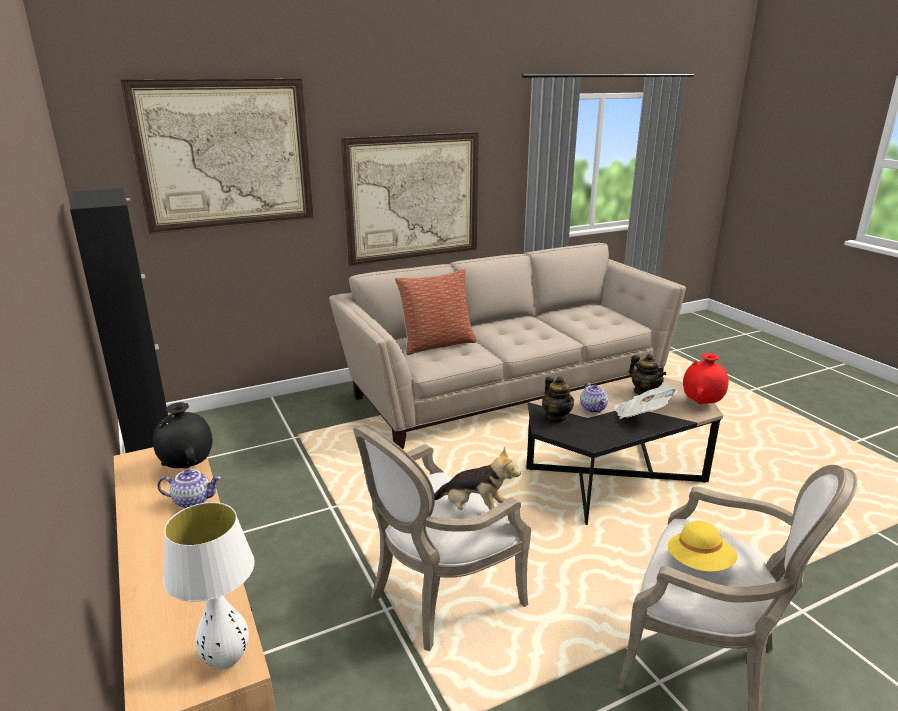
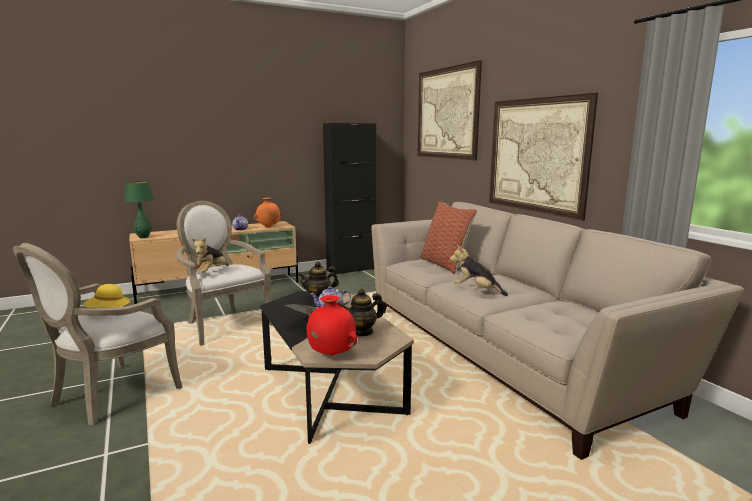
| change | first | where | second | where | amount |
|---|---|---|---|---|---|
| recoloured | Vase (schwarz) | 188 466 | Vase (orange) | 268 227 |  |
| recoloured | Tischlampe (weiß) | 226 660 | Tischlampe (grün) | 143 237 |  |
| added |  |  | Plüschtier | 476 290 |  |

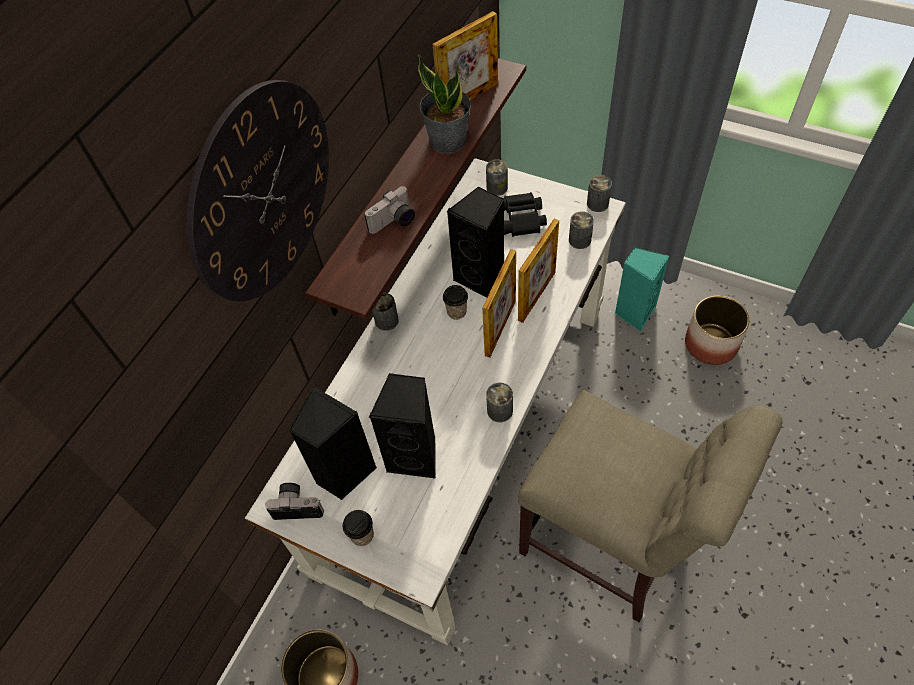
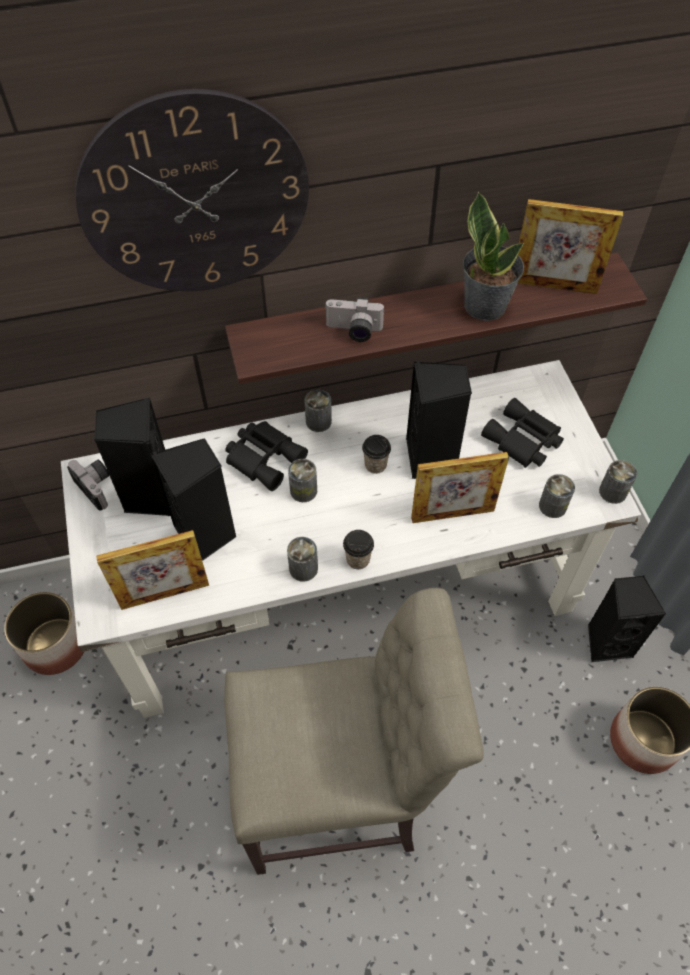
| change | first | where | second | where | amount |
|---|---|---|---|---|---|
| moved | Tasse | 362 535 |  | 358 559 |  |
| moved | Bilderrahmen | 500 328 |  | 165 594 |  |
| moved | Dose | 497 187 |  | 303 490 |  |
| turned | Stuhl (beige) | 612 545 |  | 340 793 | 90 degrees counterclockwise |
| recoloured | Lautsprecher (türkis) | 634 312 | Lautsprecher (schwarz) | 607 642 |  |
| added |  |  | Fernglas (schwarz) | 265 457 |  |

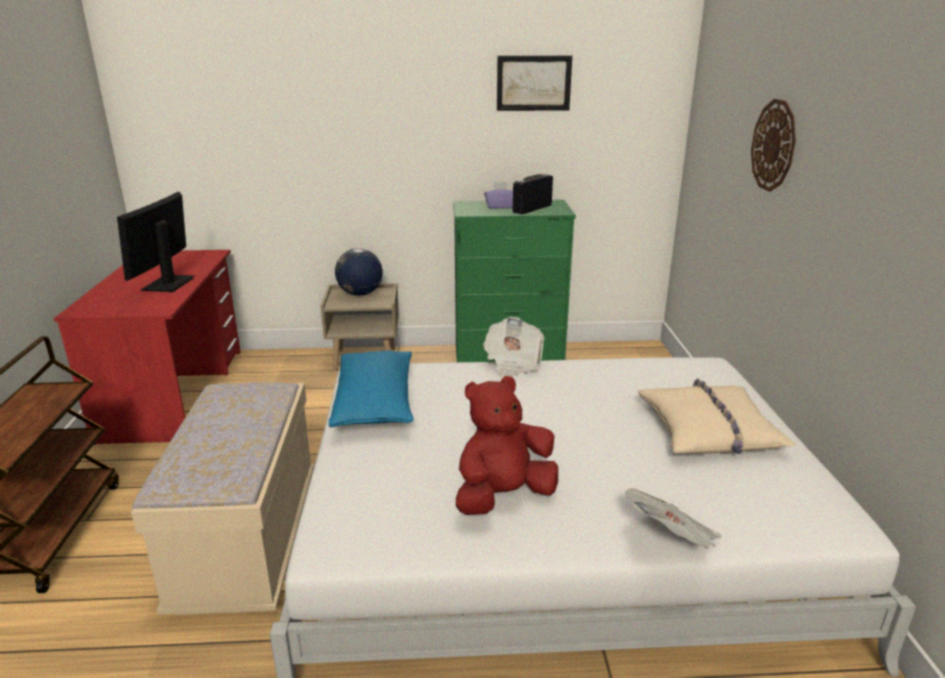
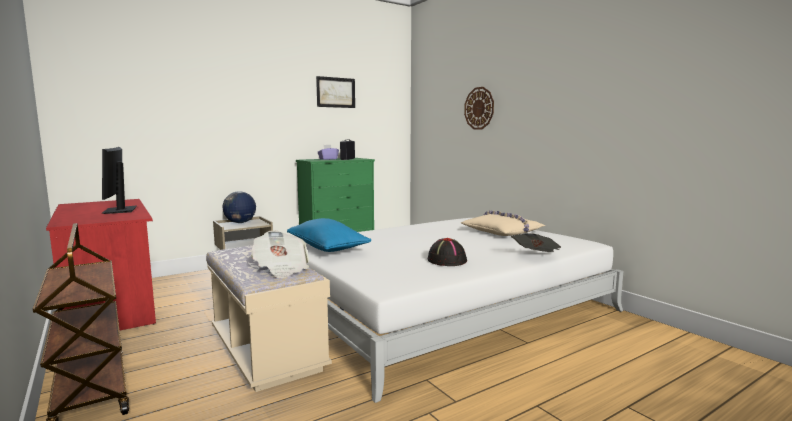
| change | first | where | second | where | amount |
|---|---|---|---|---|---|
| replaced | Plüschtier (rot) | 503 496 | Hut (schwarz) | 446 260 |  |
| moved | Zeitung | 513 363 |  | 281 269 |  |

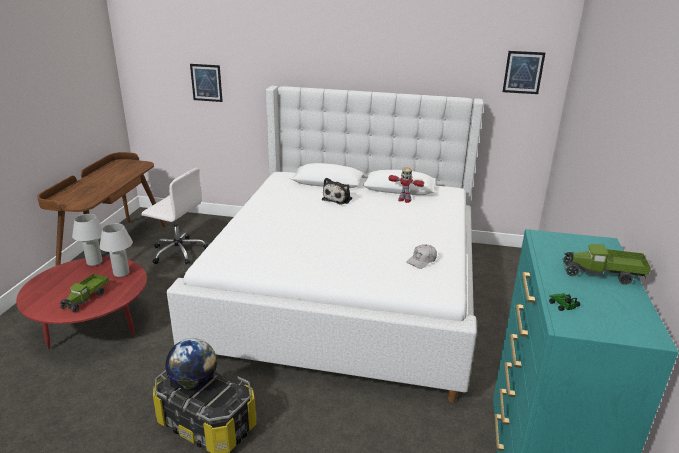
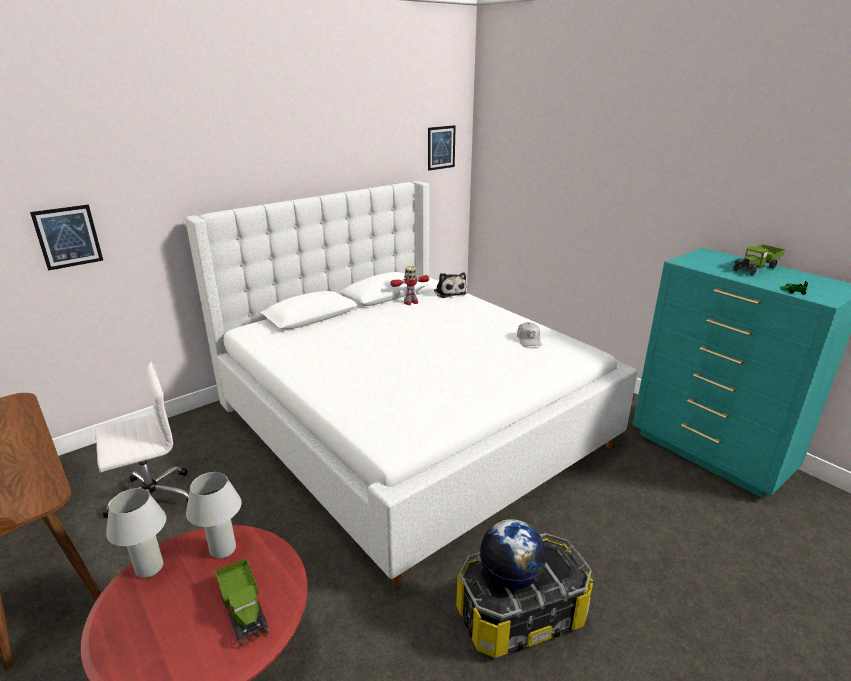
| change | first | where | second | where | amount |
|---|---|---|---|---|---|
| moved | Plüschtier | 338 199 |  | 449 292 |  |

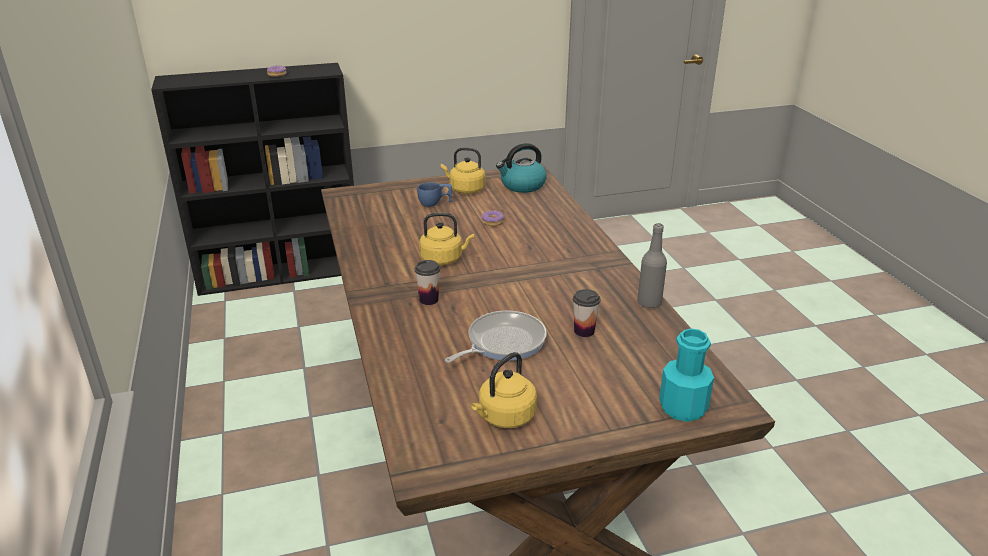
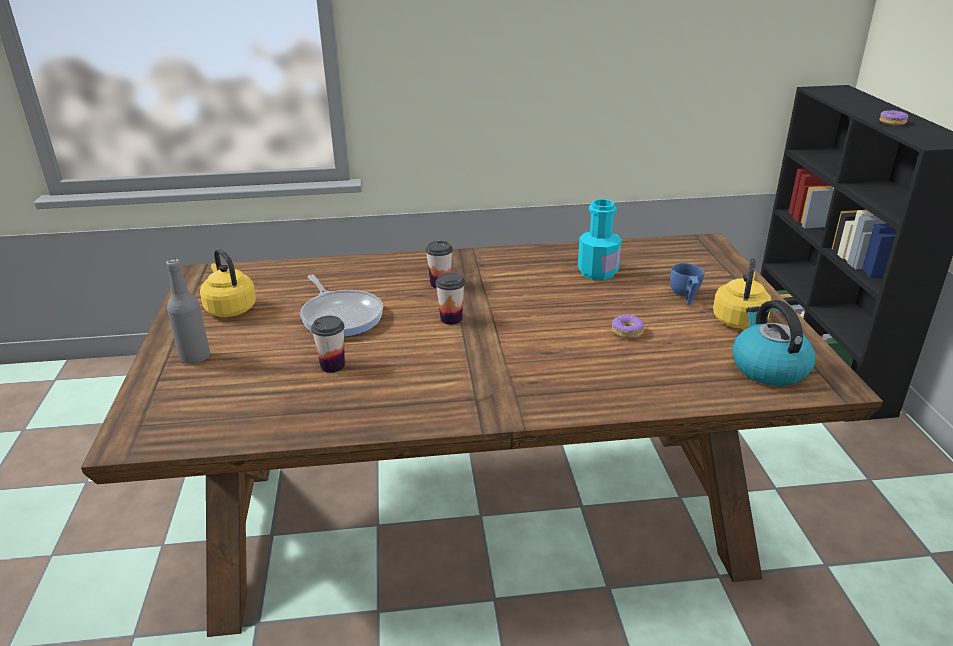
| change | first | where | second | where | amount |
|---|---|---|---|---|---|
| removed | Wasserkessel (gelb) | 444 259 |  |  |  |
| moved | Flasche (grau) | 649 303 |  | 195 357 |  |
| moved | Flasche (türkis) | 682 408 |  | 597 272 |  |
| added |  |  | Tasse | 451 319 |  |

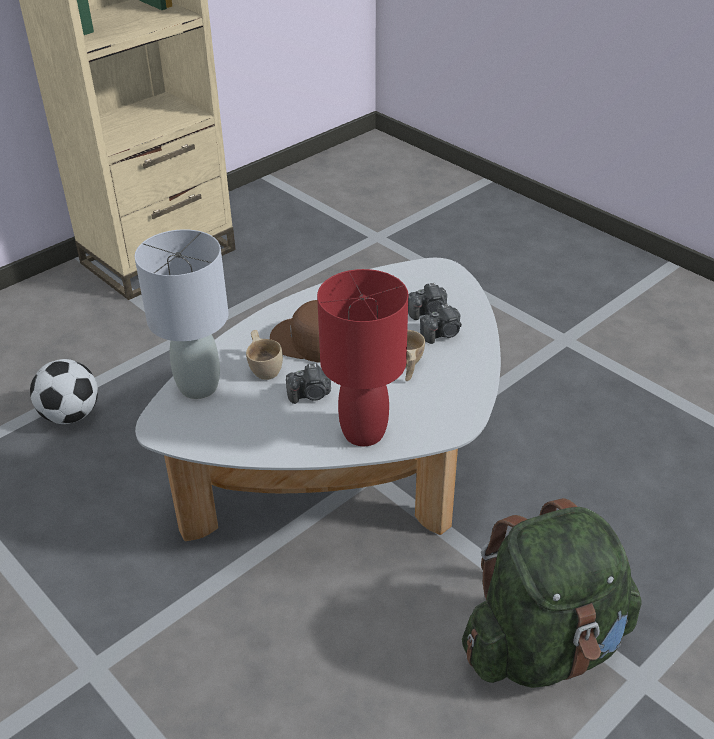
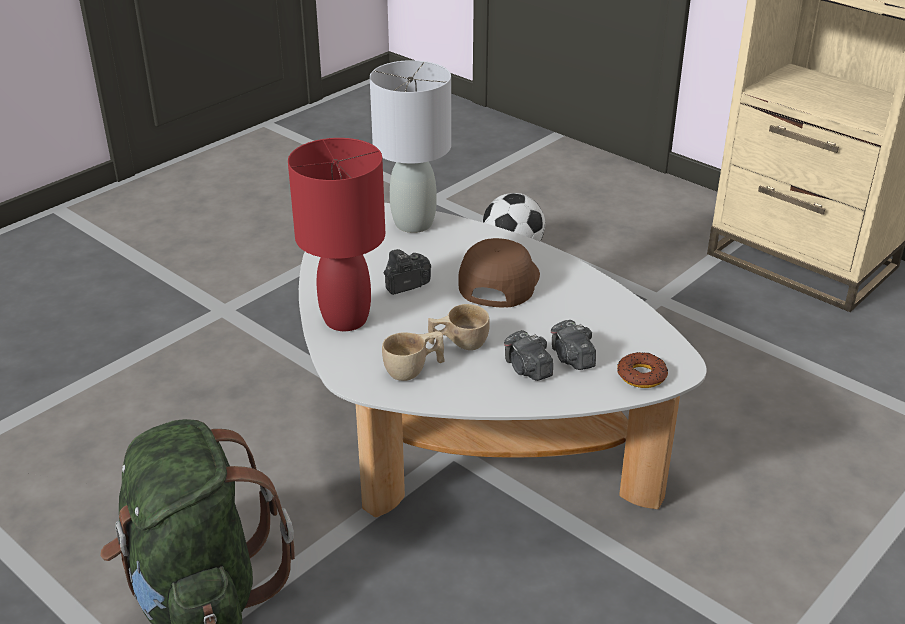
| change | first | where | second | where | amount |
|---|---|---|---|---|---|
| moved | Tasse (beige) | 264 367 |  | 414 370 |  |
| turned | Kamera | 311 395 |  | 405 285 | 75 degrees clockwise |
| added |  |  | Donut | 642 375 |  |

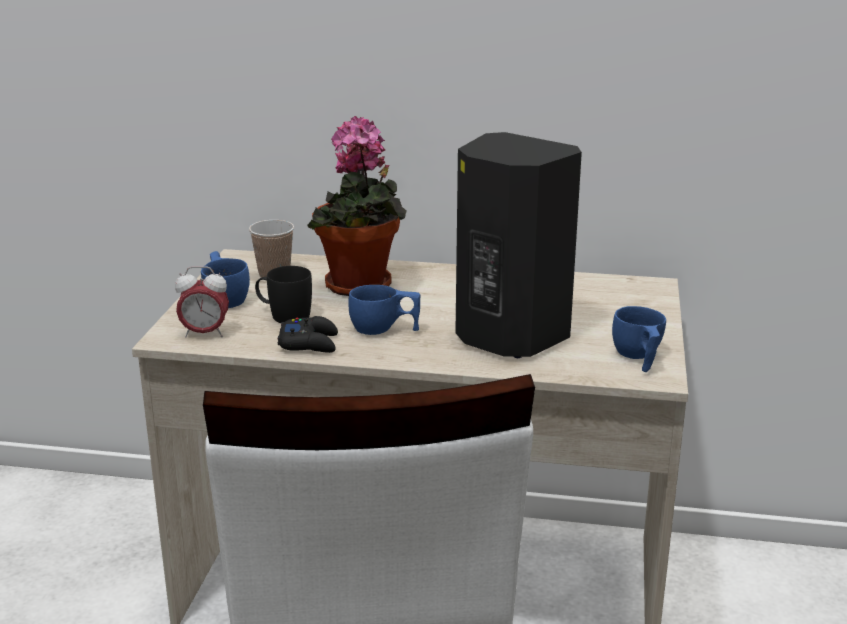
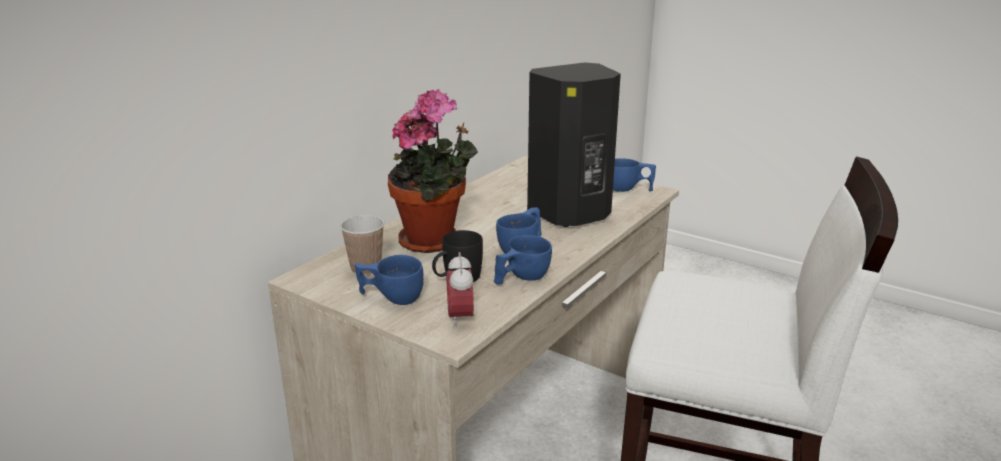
| change | first | where | second | where | amount |
|---|---|---|---|---|---|
| turned | Wecker | 205 333 |  | 460 318 | 150 degrees clockwise |
| replaced | Gamepad (schwarz) | 309 343 | Tasse (blau) | 521 278 |  |

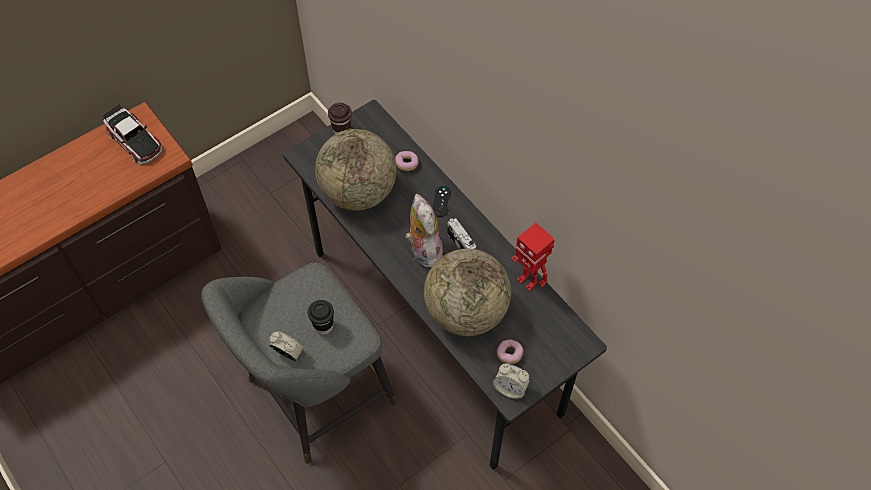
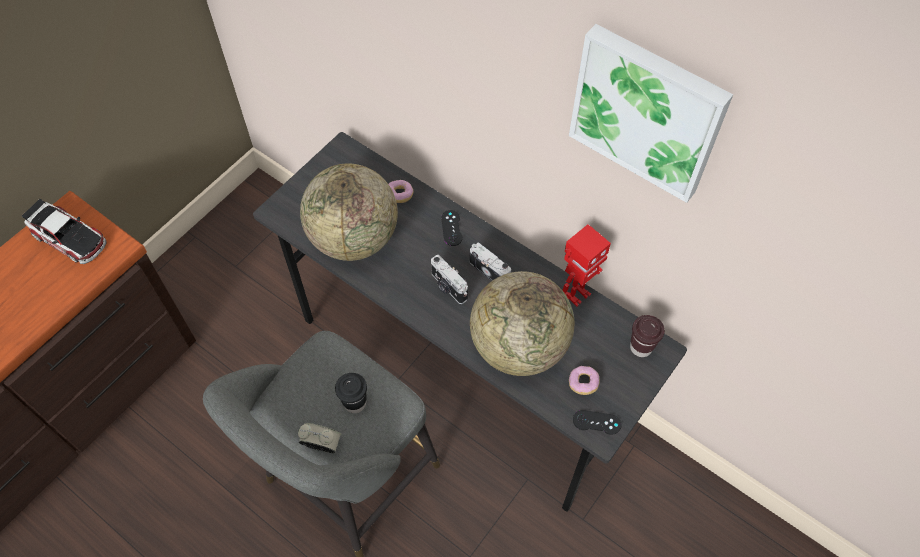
| change | first | where | second | where | amount |
|---|---|---|---|---|---|
| moved | Tasse (braun) | 342 131 |  | 641 347 |  |
| replaced | Plüschtier | 423 250 | Kamera | 448 287 |  |
| replaced | Wecker | 510 388 | Gamepad (schwarz) | 597 422 |  |
| turned | Spielzeugroboter | 528 281 |  | 576 294 | 75 degrees counterclockwise |
| added |  |  | Bild | 648 111 |  |

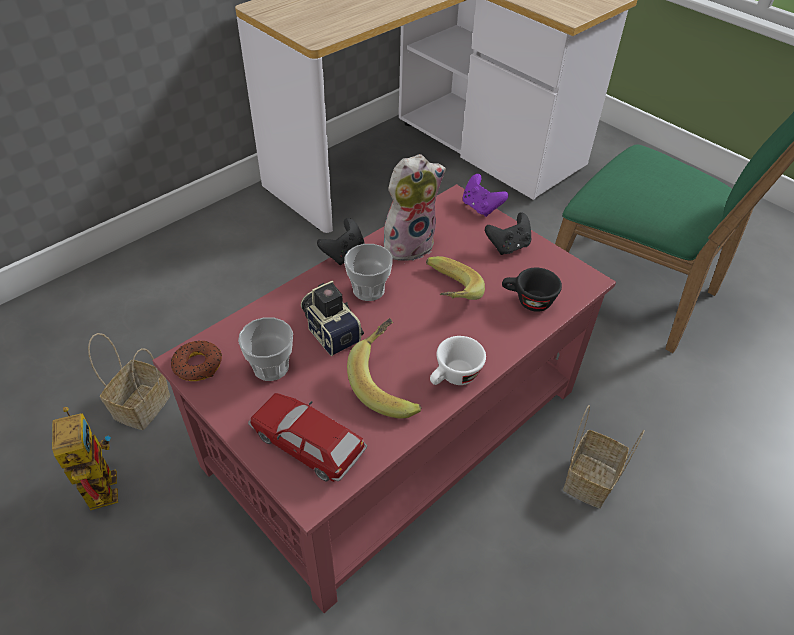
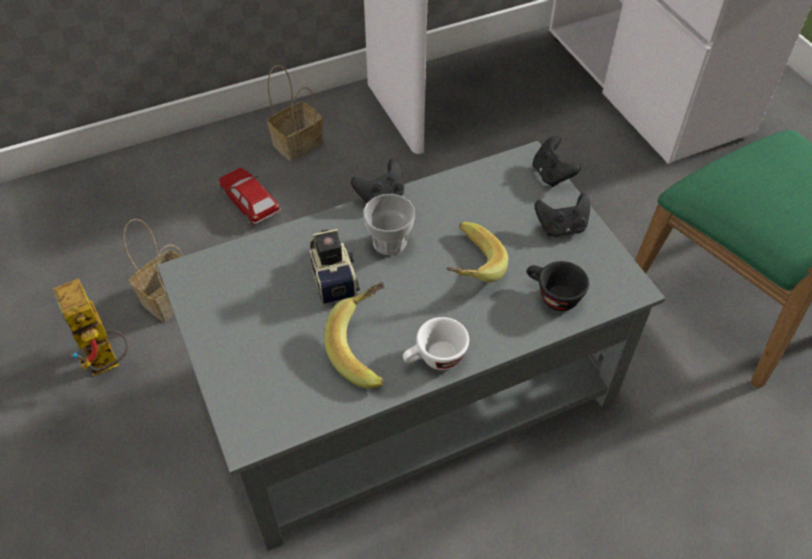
| change | first | where | second | where | amount |
|---|---|---|---|---|---|
| turned | Spielzeugroboter | 98 482 |  | 108 362 | 150 degrees clockwise |
| recoloured | Couchtisch (rot) | 393 428 | Couchtisch (grau) | 404 387 |  |
| removed | Donut | 198 365 |  |  |  |
| removed | Tasse | 271 367 |  |  |  |
| moved | Spielzeugauto | 307 443 |  | 250 202 |  |
| removed | Plüschtier | 409 244 |  |  |  |
| recoloured | Gamepad (lila) | 481 207 | Gamepad (schwarz) | 551 174 |  |
| moved | Korb | 589 478 |  | 298 142 |  |

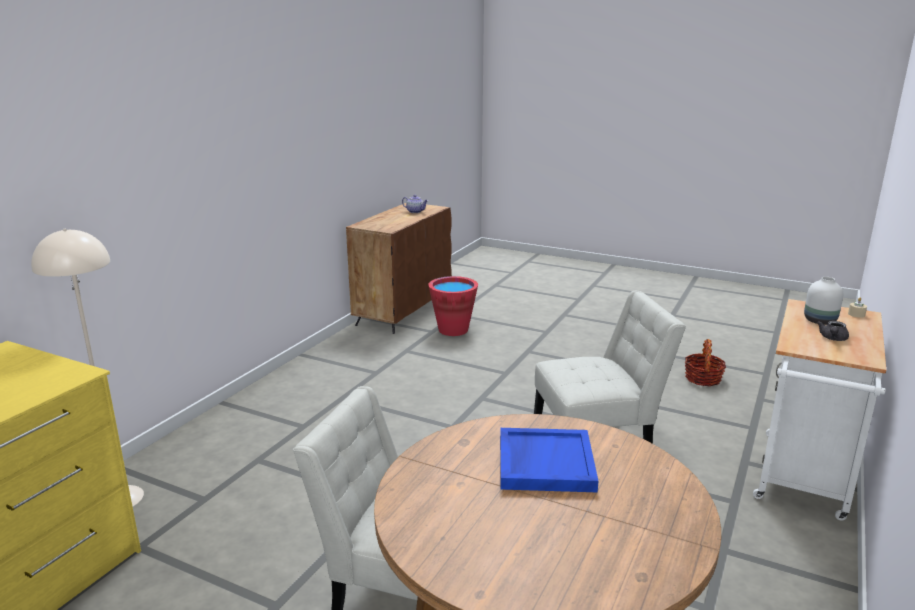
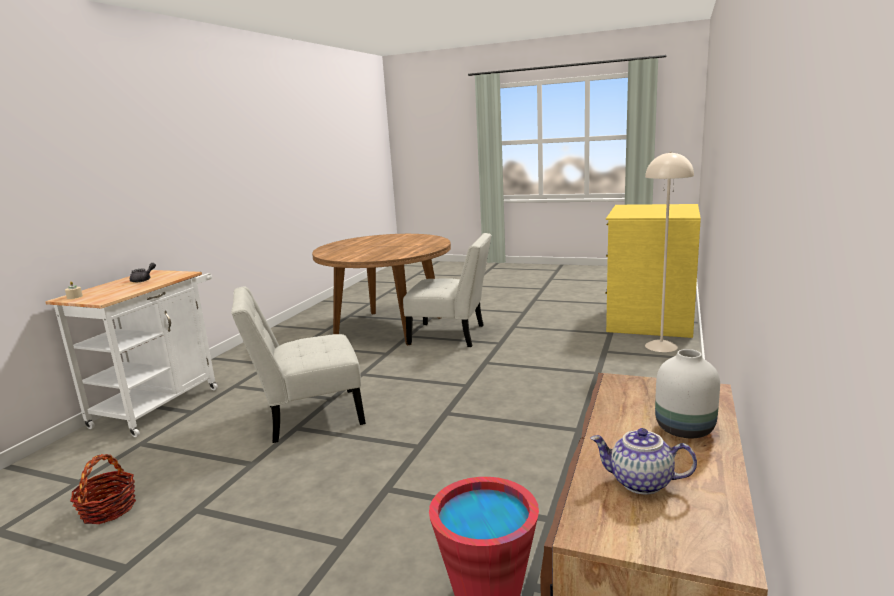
| change | first | where | second | where | amount |
|---|---|---|---|---|---|
| removed | Tablett (blau) | 544 463 |  |  |  |
| moved | Vase (weiß) | 820 321 |  | 683 429 |  |

